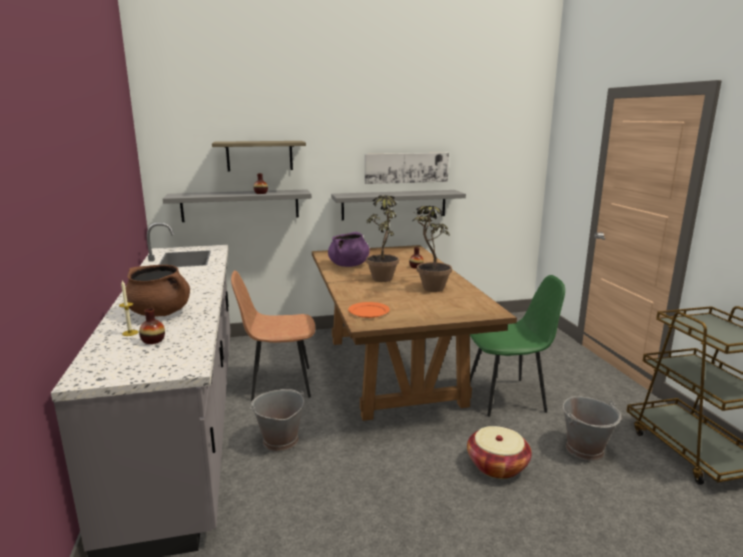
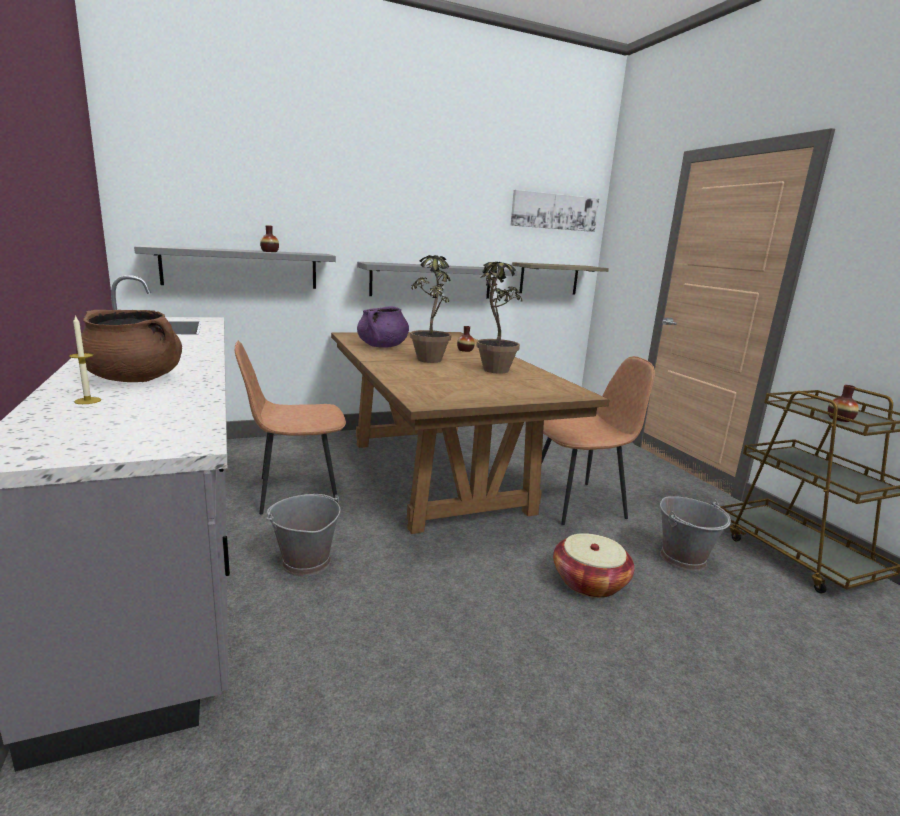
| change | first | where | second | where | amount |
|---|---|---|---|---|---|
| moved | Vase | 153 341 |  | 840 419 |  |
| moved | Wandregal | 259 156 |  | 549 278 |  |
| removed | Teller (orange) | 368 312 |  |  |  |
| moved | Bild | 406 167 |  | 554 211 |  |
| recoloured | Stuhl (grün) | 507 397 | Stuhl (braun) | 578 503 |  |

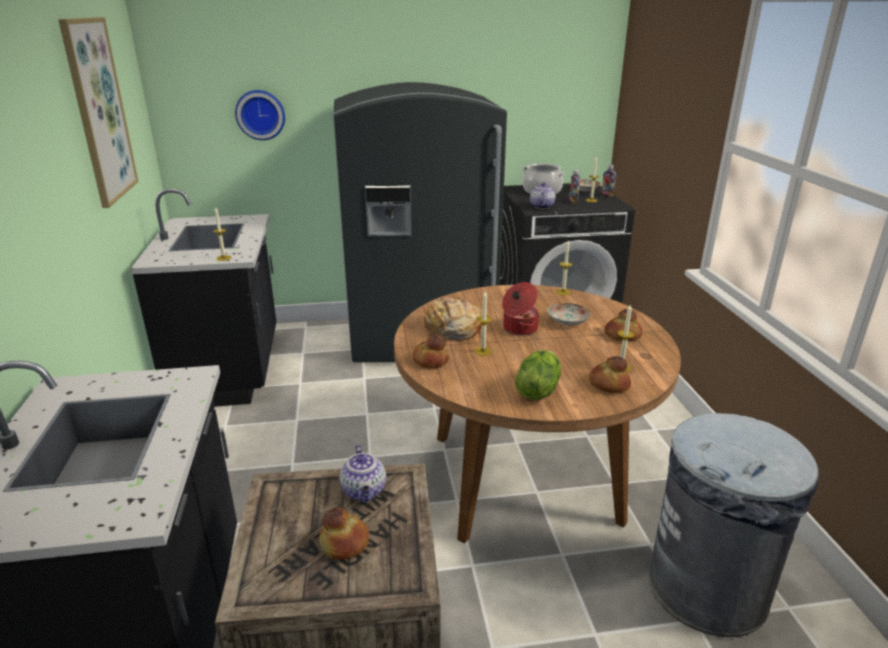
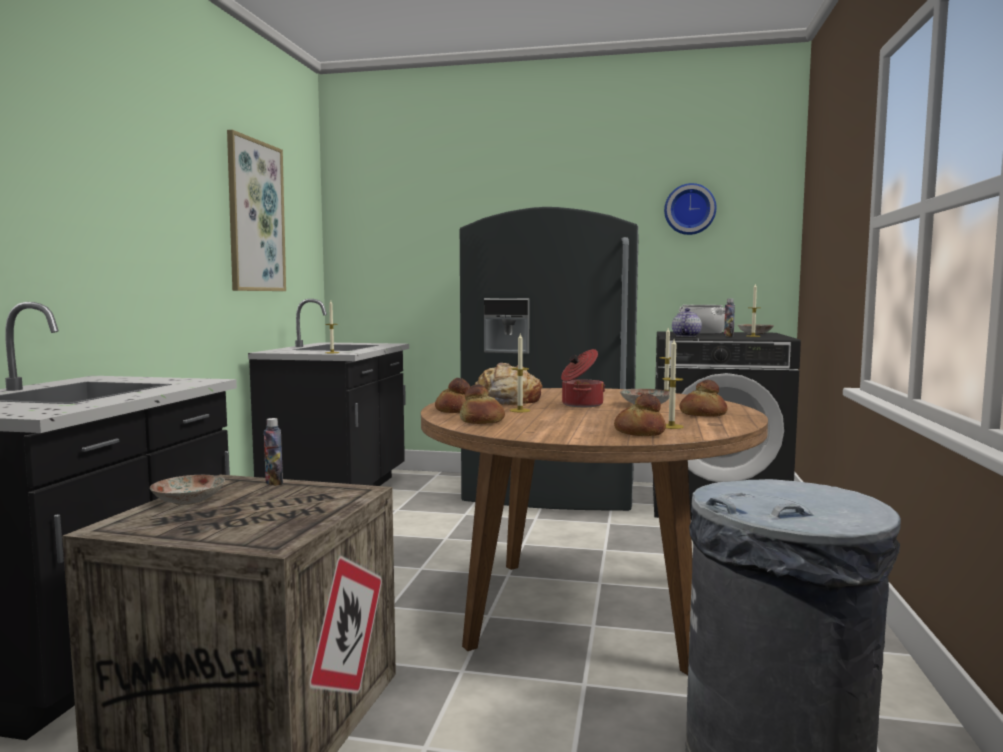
| change | first | where | second | where | amount |
|---|---|---|---|---|---|
| moved | Wanduhr | 260 114 |  | 689 209 |  |
| moved | Brot | 345 542 |  | 482 421 |  |
| removed | Teekanne | 364 491 |  |  |  |
| removed | Salatkopf | 537 390 |  |  |  |
| moved | Flasche | 607 196 |  | 274 482 |  |
| added |  |  | Teller | 188 500 |  |

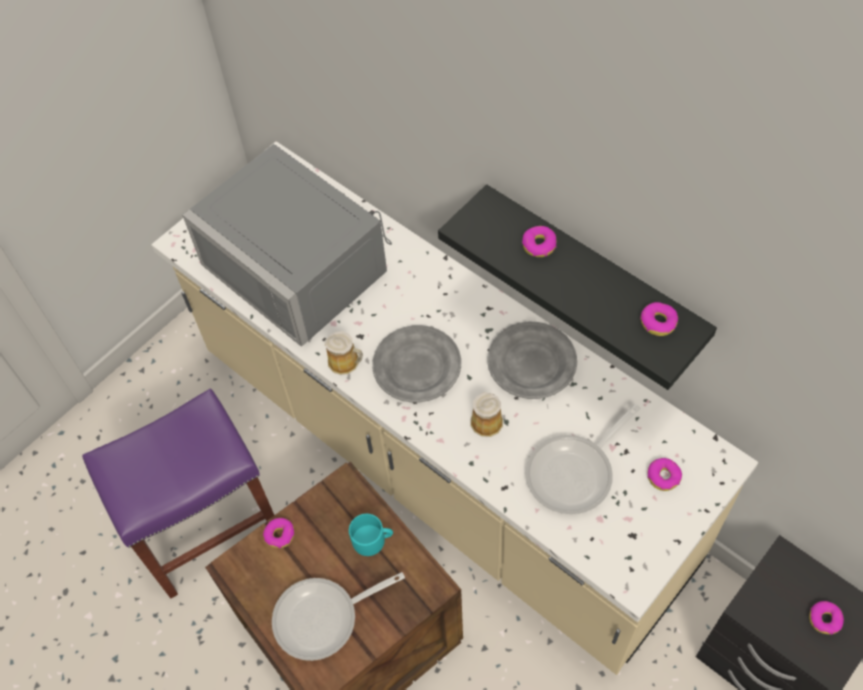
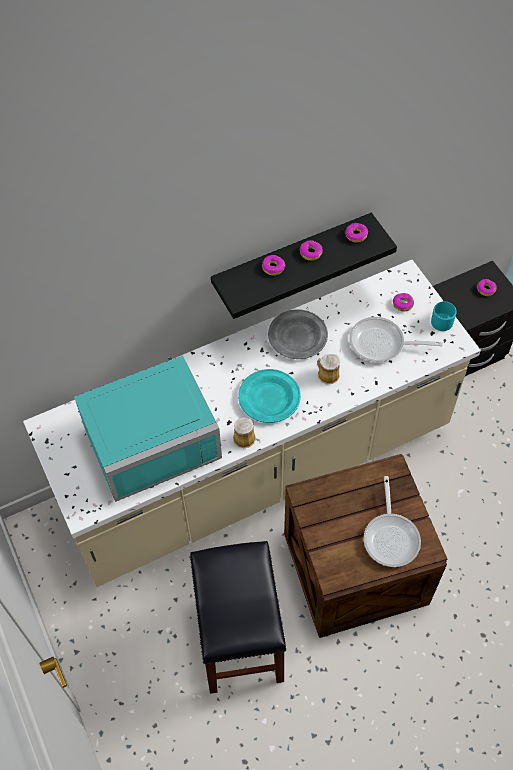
| change | first | where | second | where | amount |
|---|---|---|---|---|---|
| recoloured | Hocker (lila) | 209 527 | Hocker (schwarz) | 239 638 |  |
| recoloured | Mikrowelle (grau) | 305 264 | Mikrowelle (türkis) | 150 436 |  |
| moved | Donut | 280 535 |  | 310 253 |  |
| moved | Henkelbecher (türkis) | 373 540 |  | 442 319 |  |
| recoloured | Teller (grau) | 416 367 | Teller (türkis) | 269 398 |  |
| turned | Pfanne | 575 472 |  | 382 344 | 120 degrees clockwise |

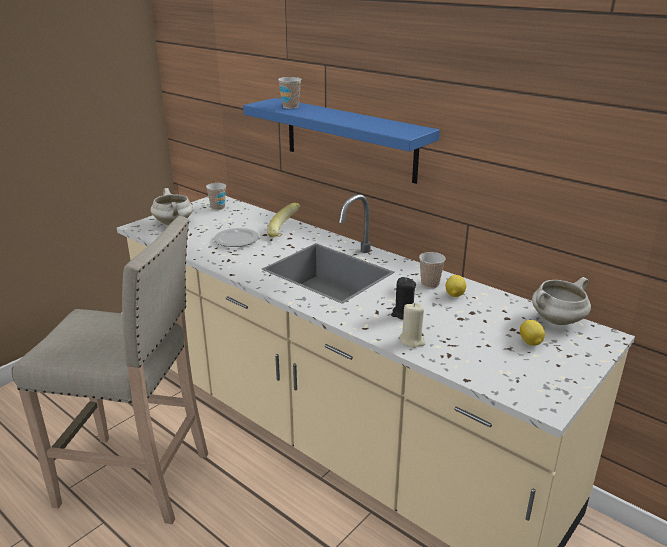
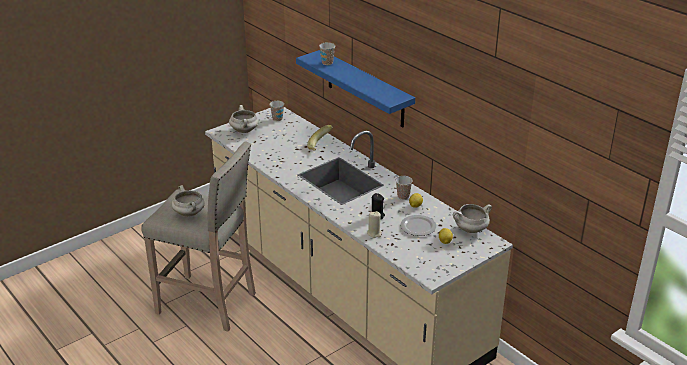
| change | first | where | second | where | amount |
|---|---|---|---|---|---|
| moved | Teller | 235 240 |  | 417 227 |  |
| added |  |  | Kochtopf (weiß) | 190 213 |  |

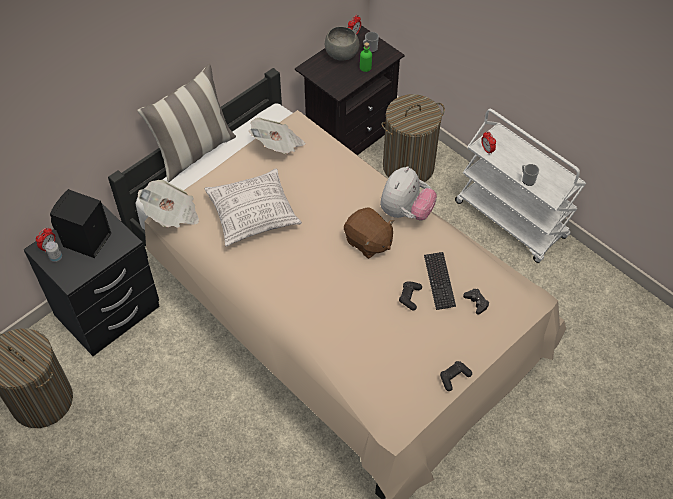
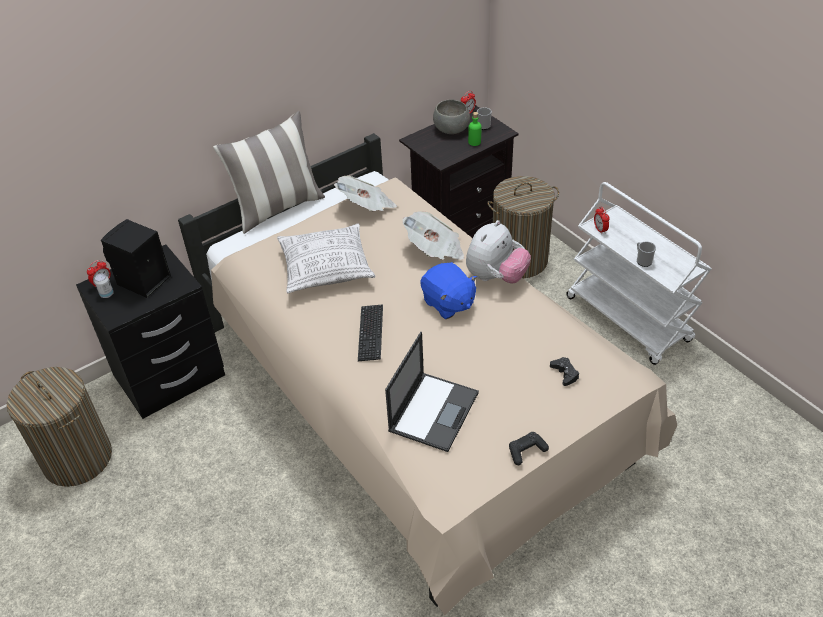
| change | first | where | second | where | amount |
|---|---|---|---|---|---|
| moved | Zeitung | 172 214 |  | 435 250 |  |
| recoloured | Plüschtier (braun) | 368 242 | Plüschtier (blau) | 448 303 |  |
| removed | Gamepad (schwarz) | 409 297 |  |  |  |
| moved | Tastatur | 439 281 |  | 370 333 |  |
| added |  |  | Laptop | 434 411 |  |

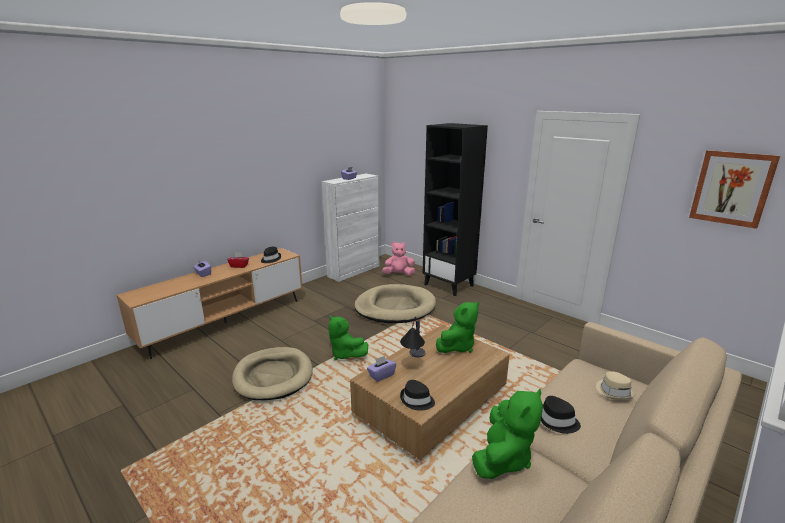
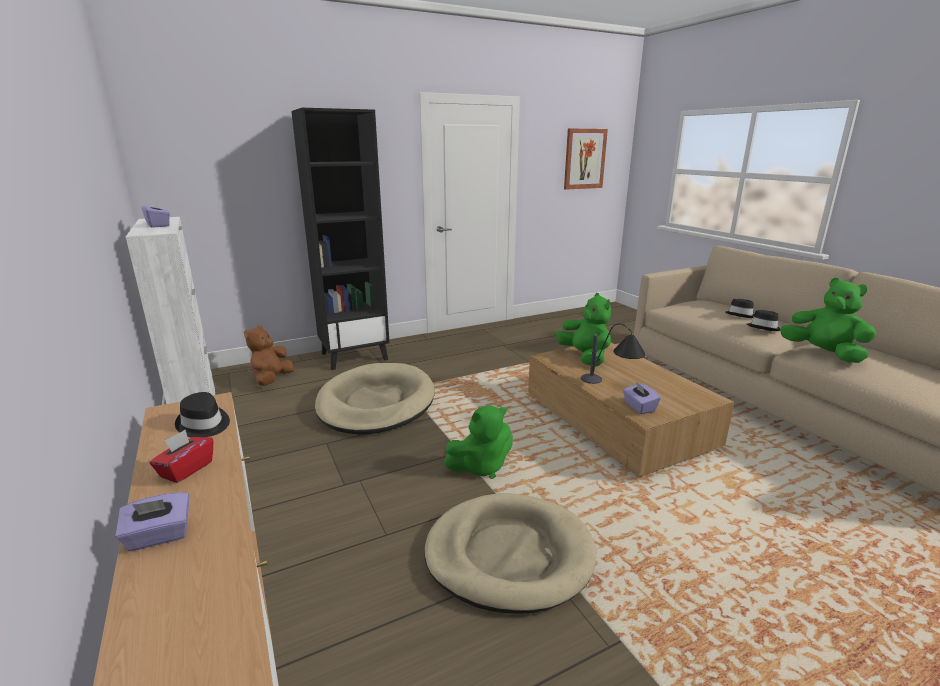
| change | first | where | second | where | amount |
|---|---|---|---|---|---|
| recoloured | Plüschtier (rosa) | 399 274 | Plüschtier (braun) | 272 380 |  |
| moved | Hut (schwarz) | 417 400 |  | 740 315 |  |
| removed | Hut (beige) | 614 391 |  |  |  |

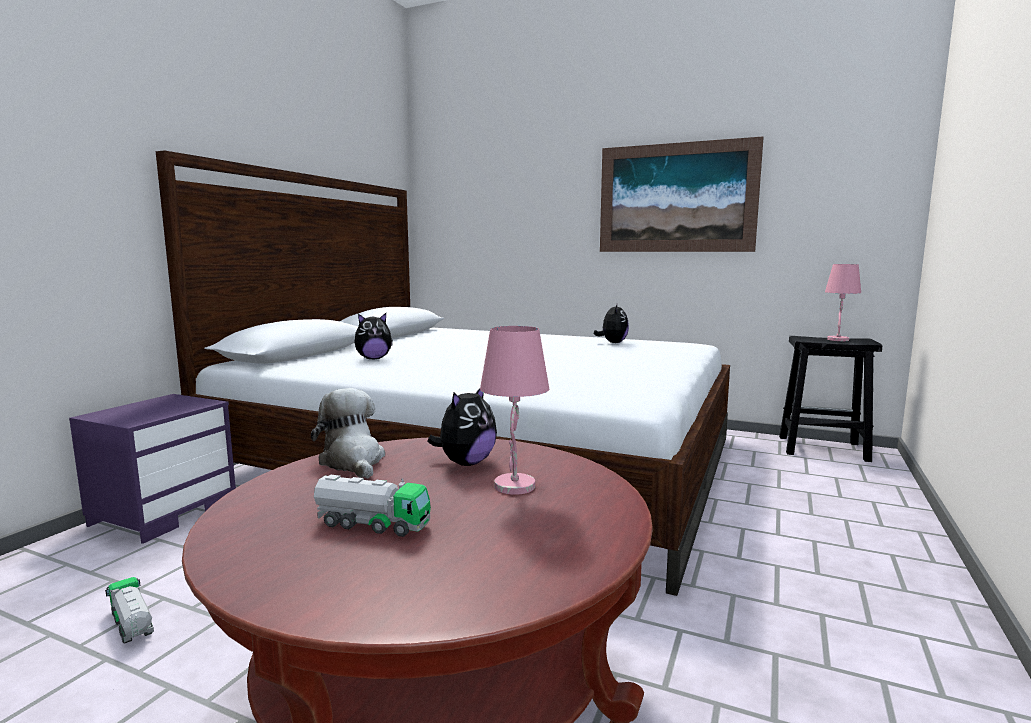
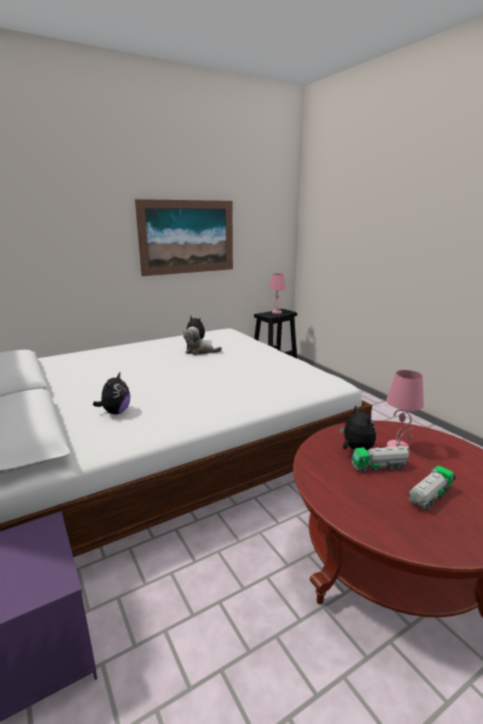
| change | first | where | second | where | amount |
|---|---|---|---|---|---|
| moved | Spielzeuglaster | 132 624 |  | 379 466 |  |
| moved | Plüschtier | 353 461 |  | 200 351 |  |

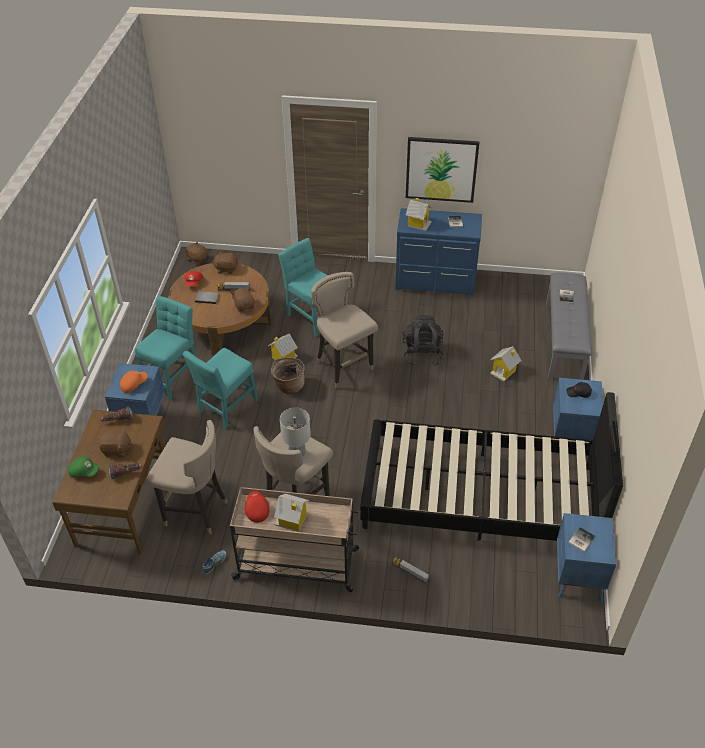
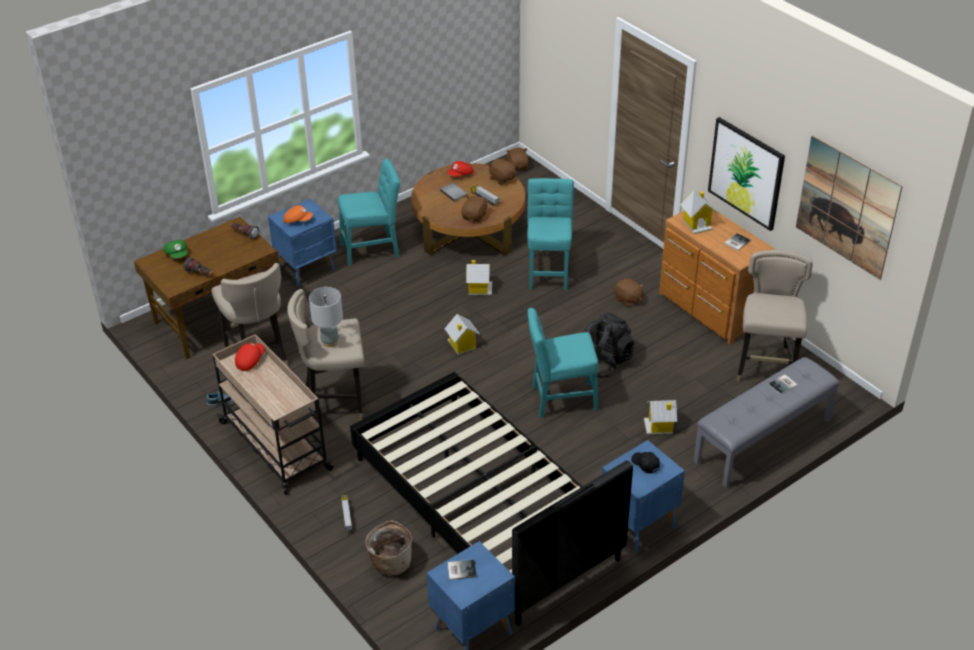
| change | first | where | second | where | amount |
|---|---|---|---|---|---|
| moved | Plüschtier (braun) | 117 450 |  | 628 300 |  |
| moved | Stuhl (türkis) | 226 408 |  | 560 399 |  |
| moved | Korb | 288 385 |  | 390 562 |  |
| moved | Spielzeughaus | 292 521 |  | 462 345 |  |
| moved | Hocker (beige) | 344 367 |  | 765 368 |  |
| recoloured | Kommode (blau) | 436 282 | Kommode (braun) | 709 310 |  |
| added |  |  | Bild | 847 207 |  |

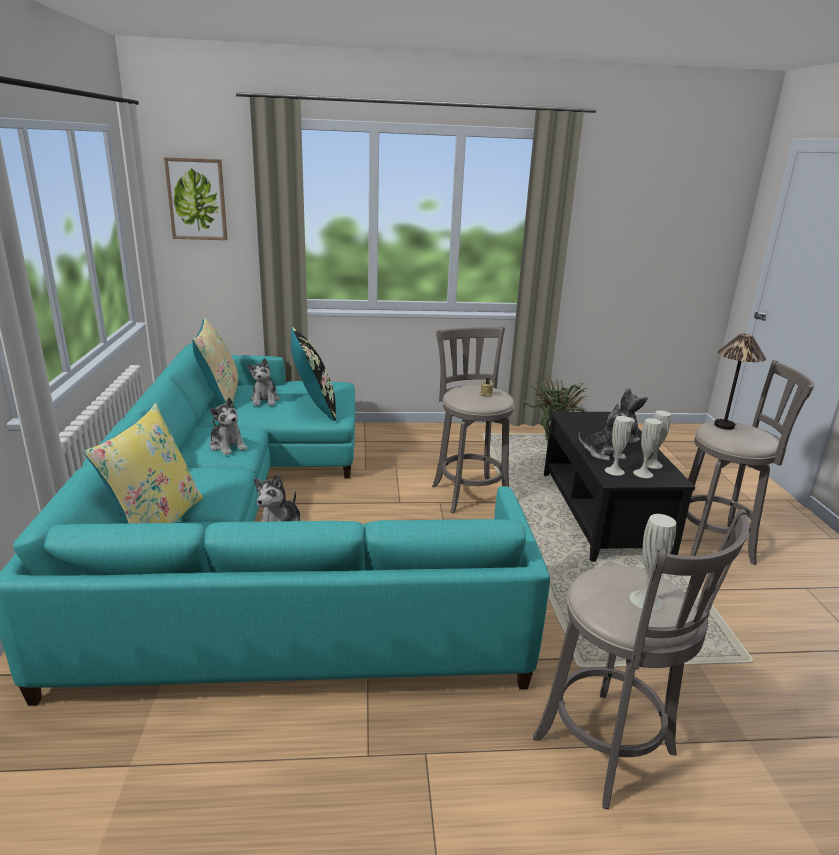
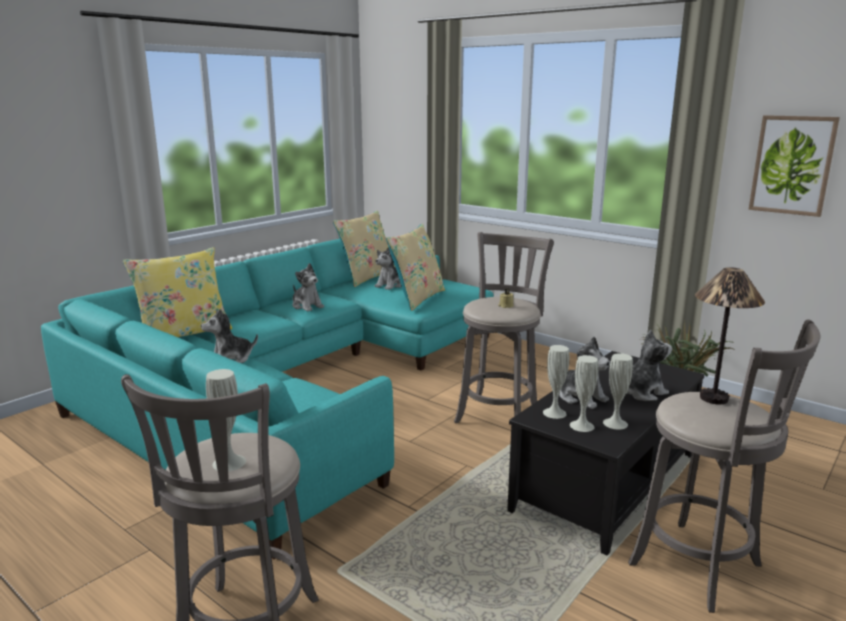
| change | first | where | second | where | amount |
|---|---|---|---|---|---|
| moved | Bild | 197 199 |  | 792 165 |  |
| turned | Plüschtier | 227 446 |  | 307 306 | 45 degrees counterclockwise |
| recoloured | Kissen (schwarz) | 314 407 | Kissen (beige) | 417 298 |  |

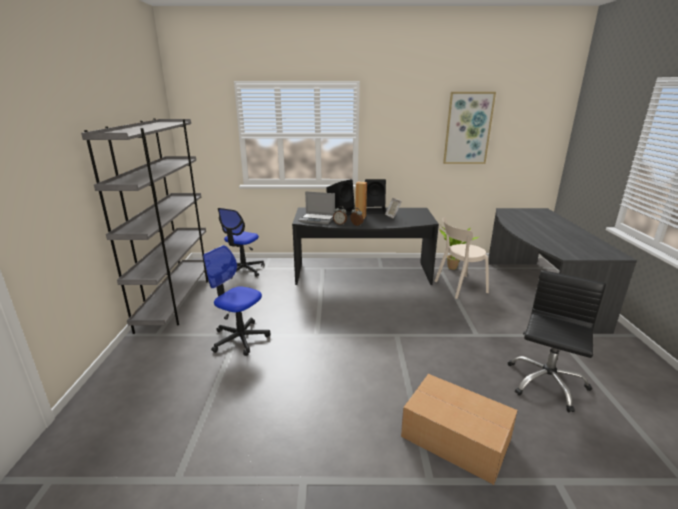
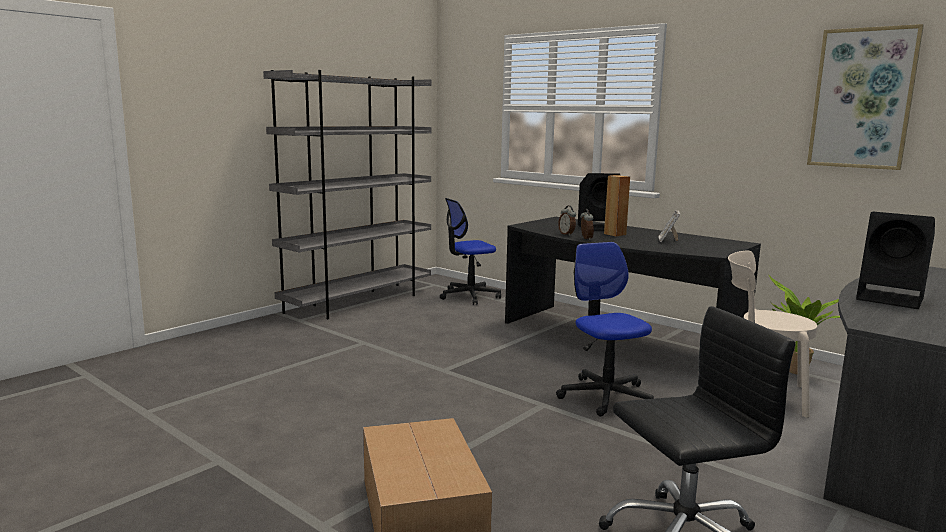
| change | first | where | second | where | amount |
|---|---|---|---|---|---|
| moved | Bürostuhl | 240 338 |  | 605 396 |  |
| removed | Laptop | 317 219 |  |  |  |
| moved | Lautsprecher (schwarz) | 374 211 |  | 892 299 |  |

